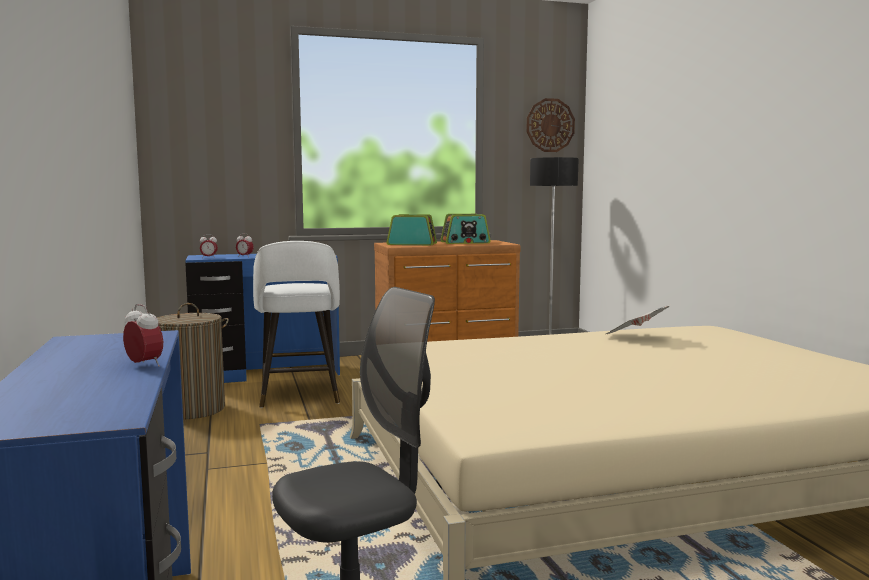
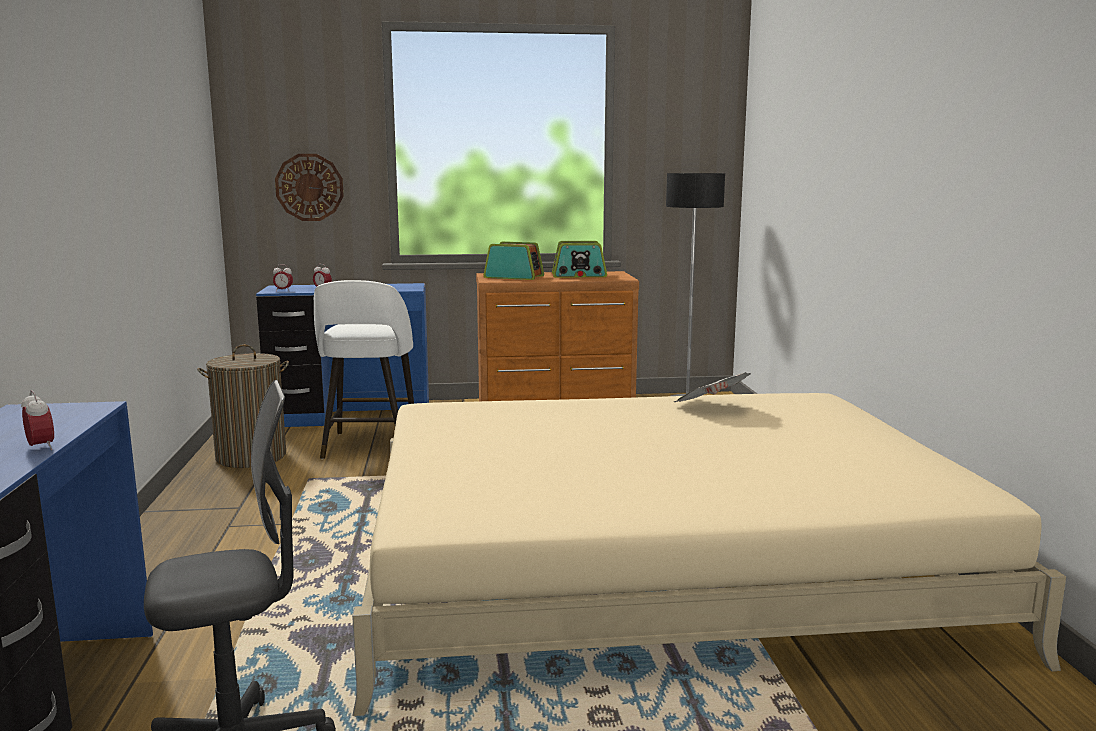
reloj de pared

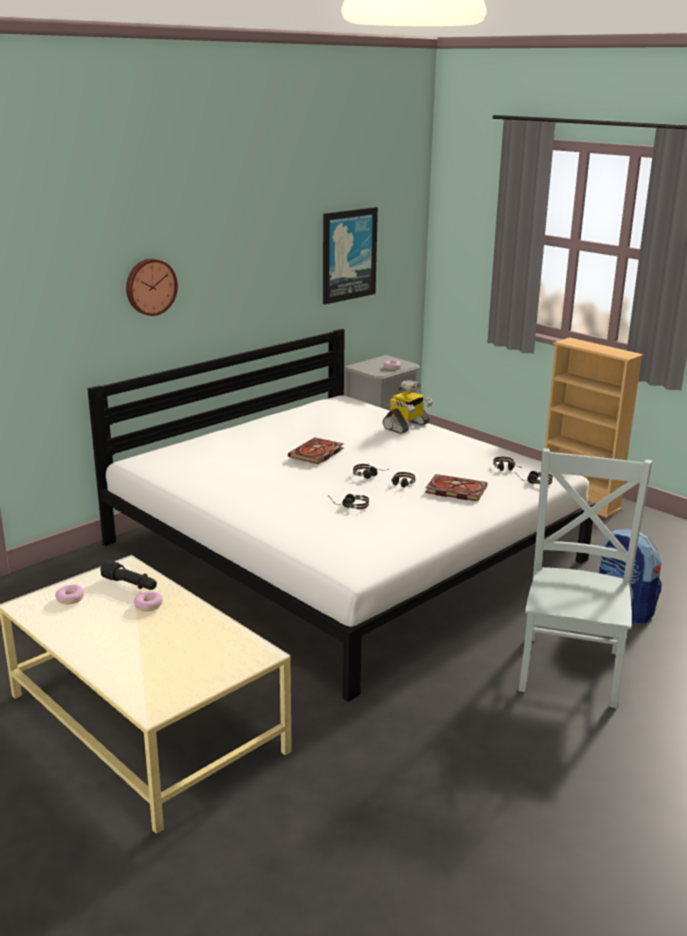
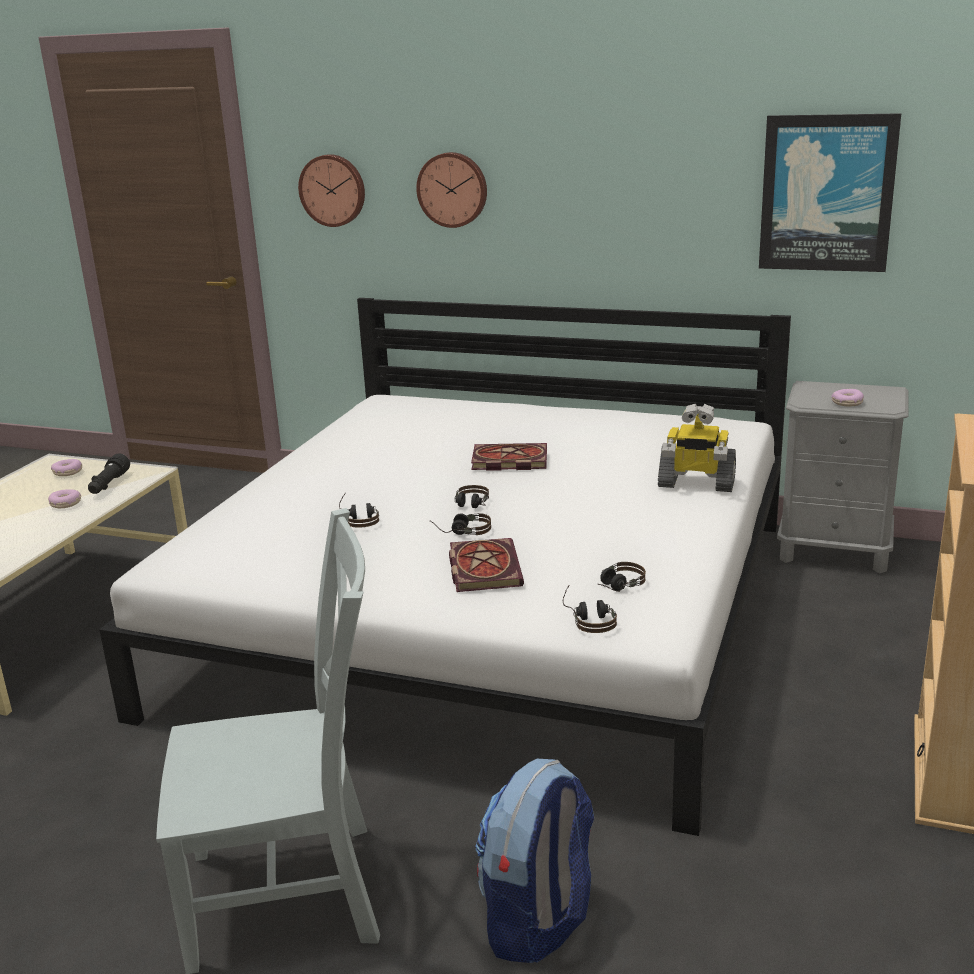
reloj de pared (1st from left)

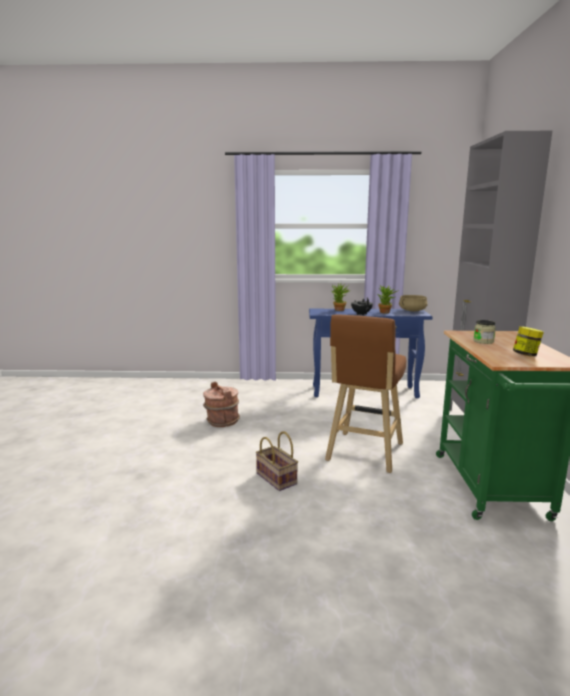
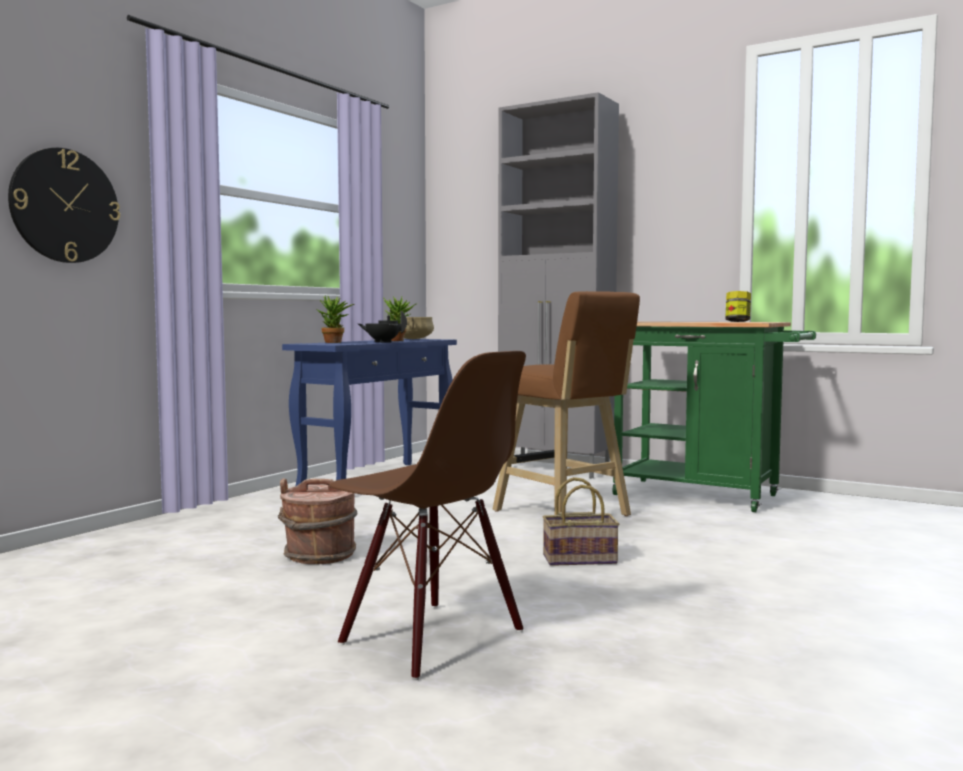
tarro (1st from left in the first image); reloj de pared; silla [marrón]

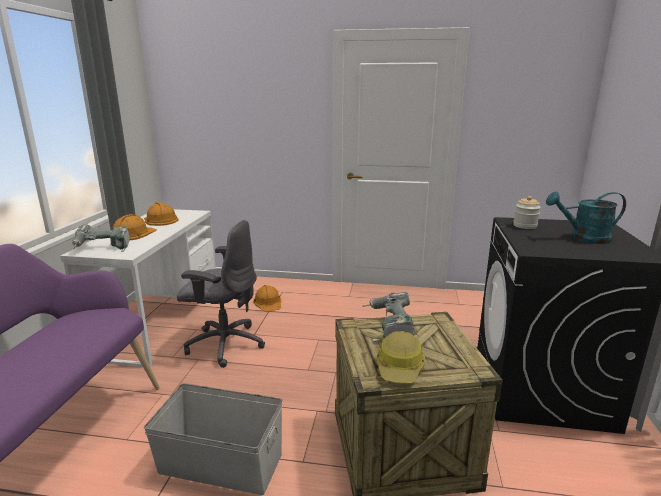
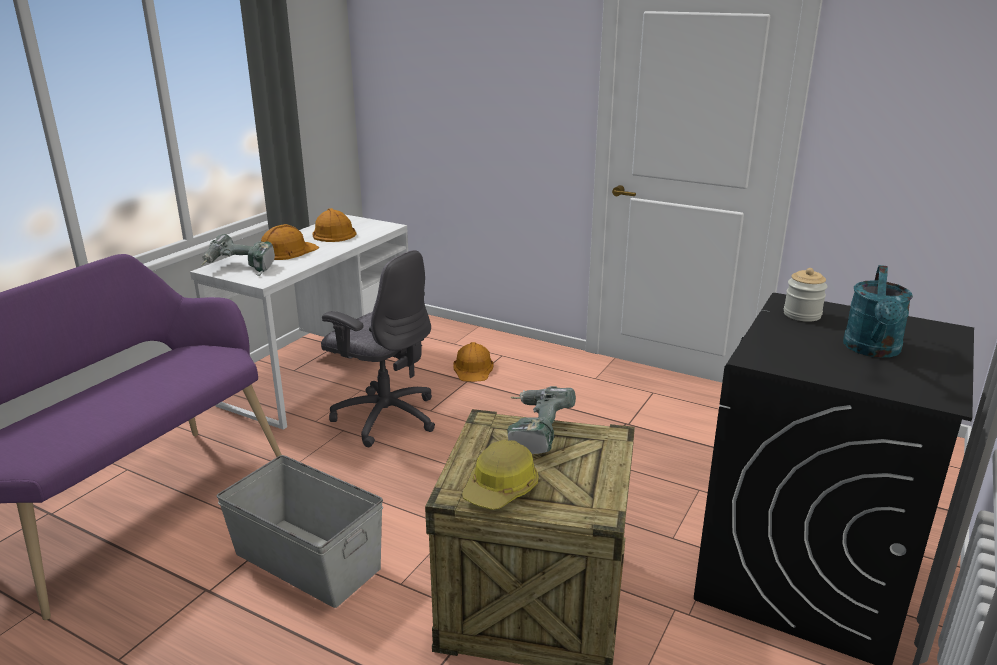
regadera [turquesa]

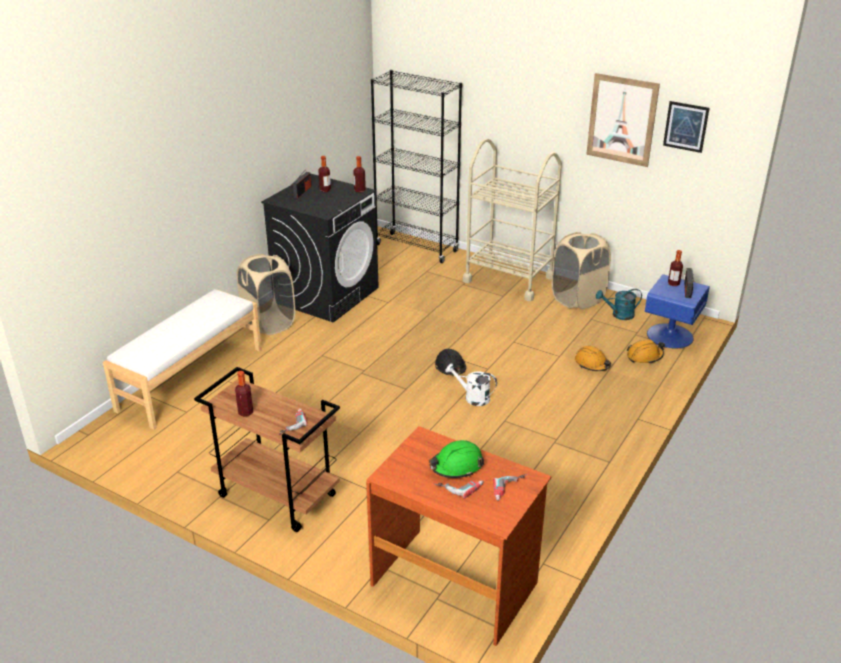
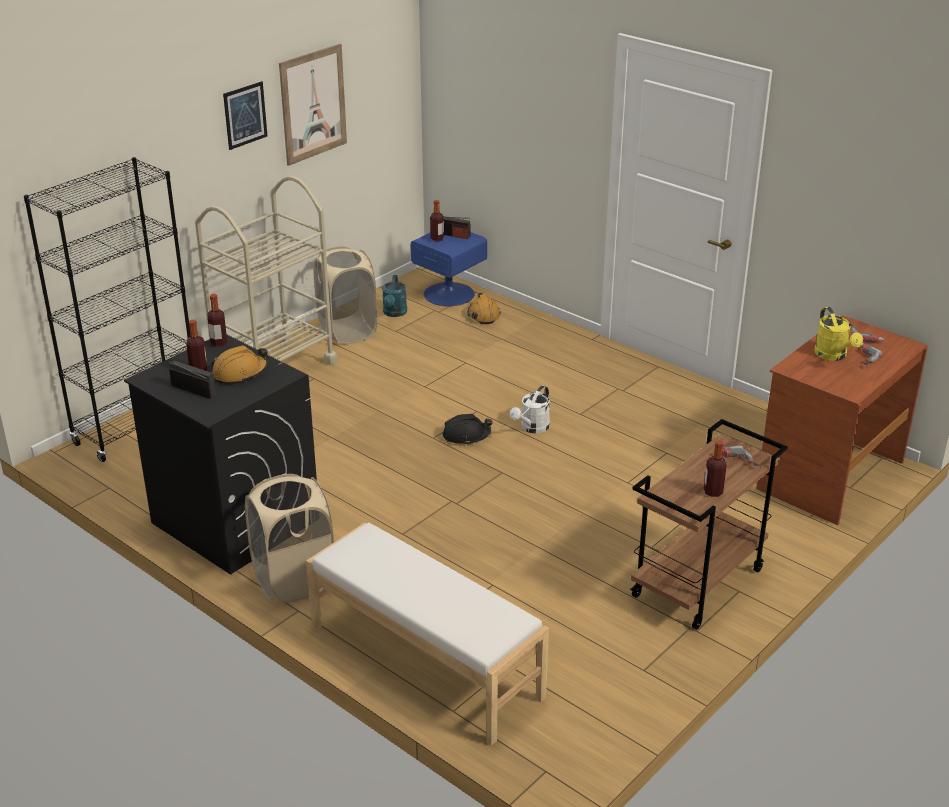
cuadro (1st from left); casco [naranja] (1st from left); regadera [amarillo]

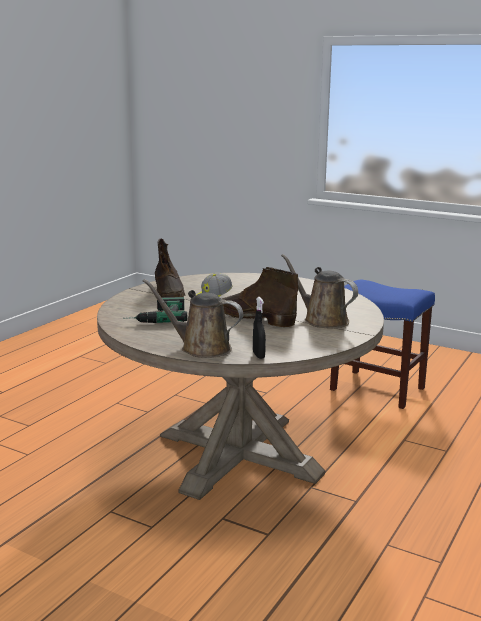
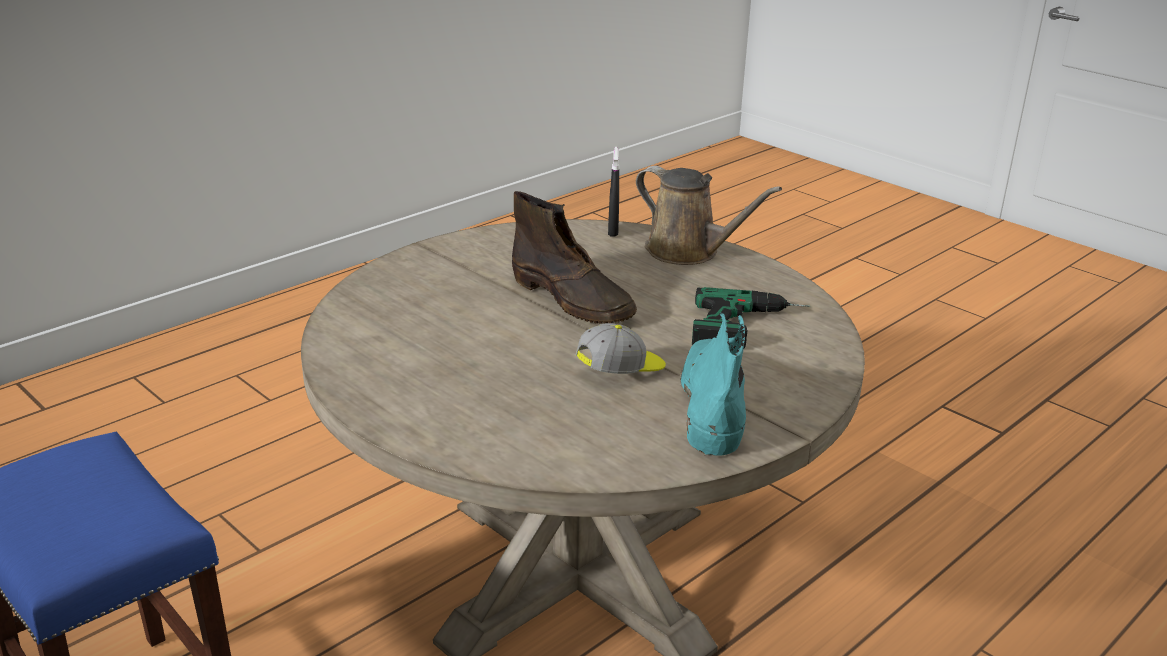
bota [turquesa]; regadera [marrón] (2nd from left in the first image)

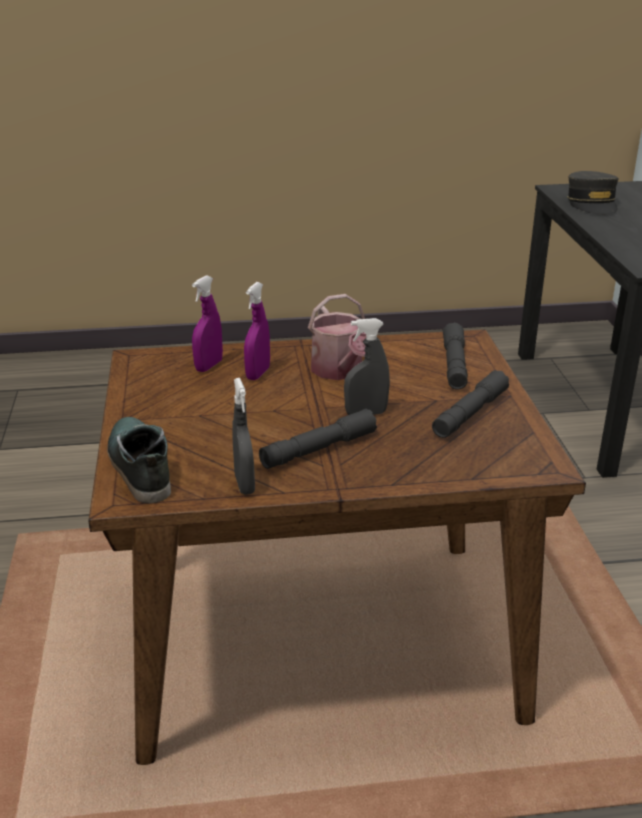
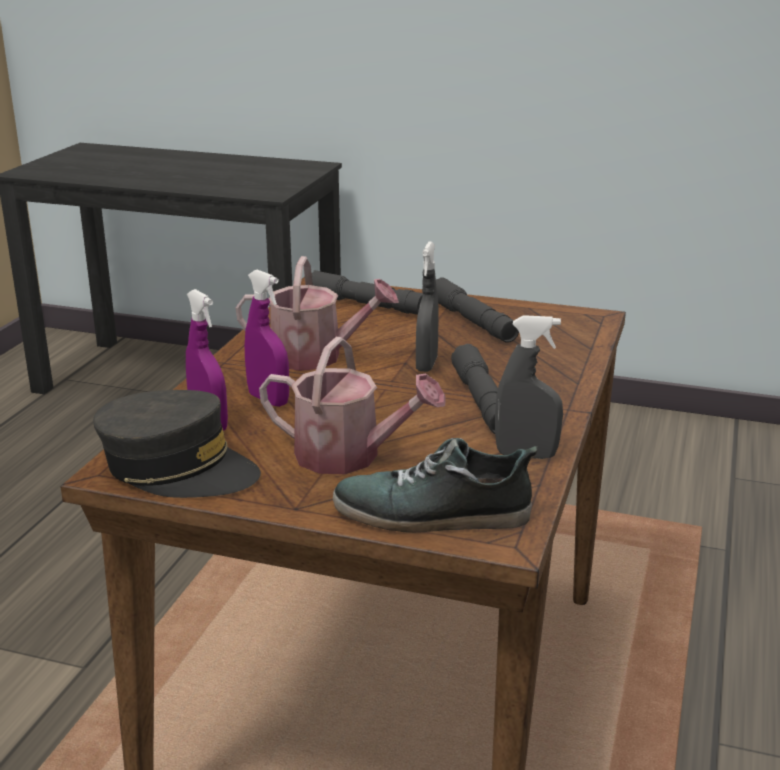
gorra [gris]; regadera (2nd from left)

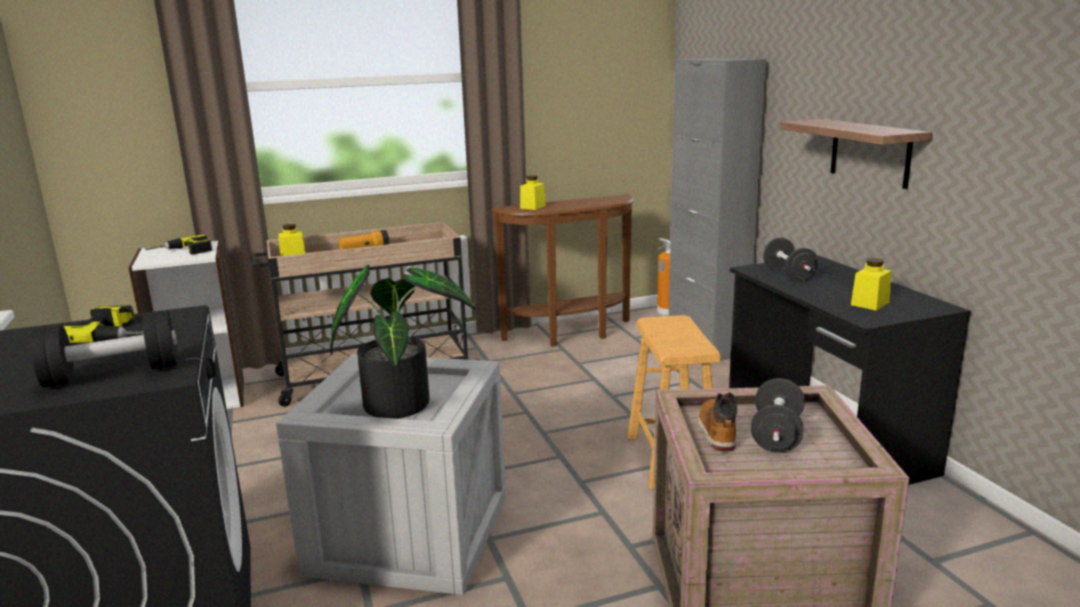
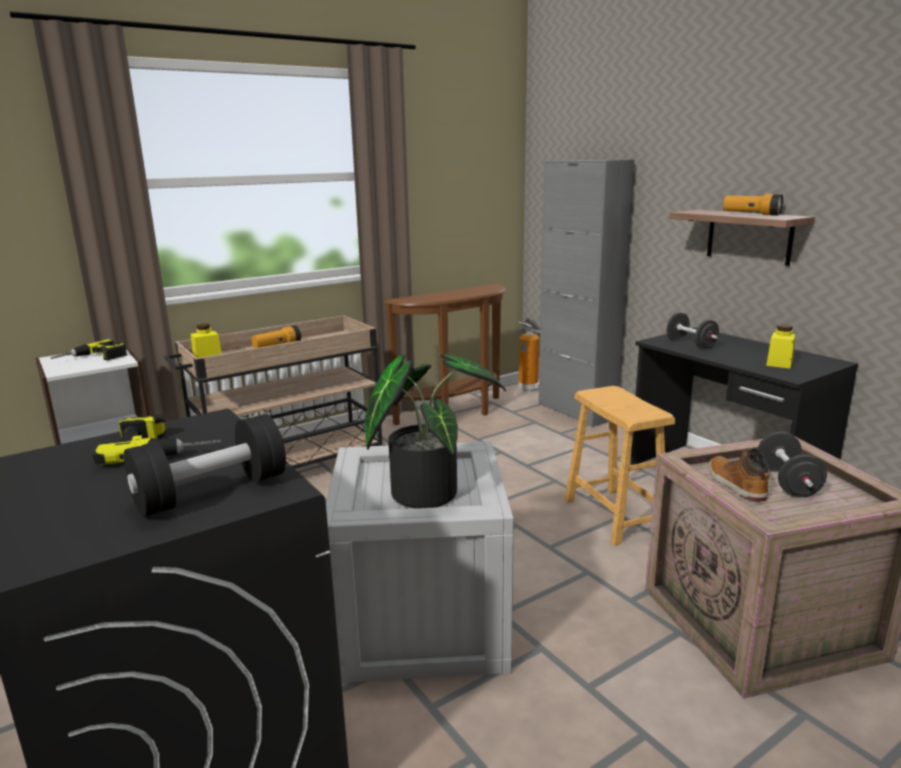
tarro [amarillo] (2nd from left in the first image); linterna (2nd from left)

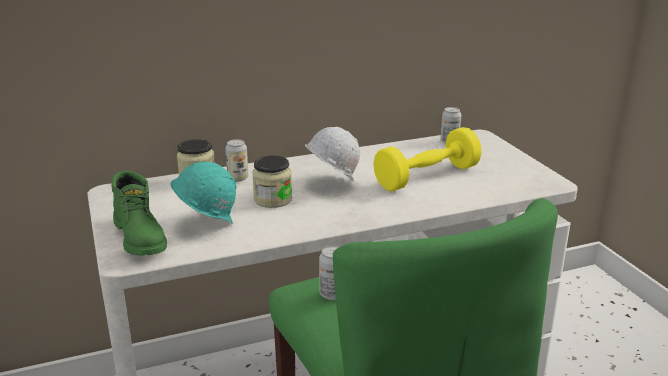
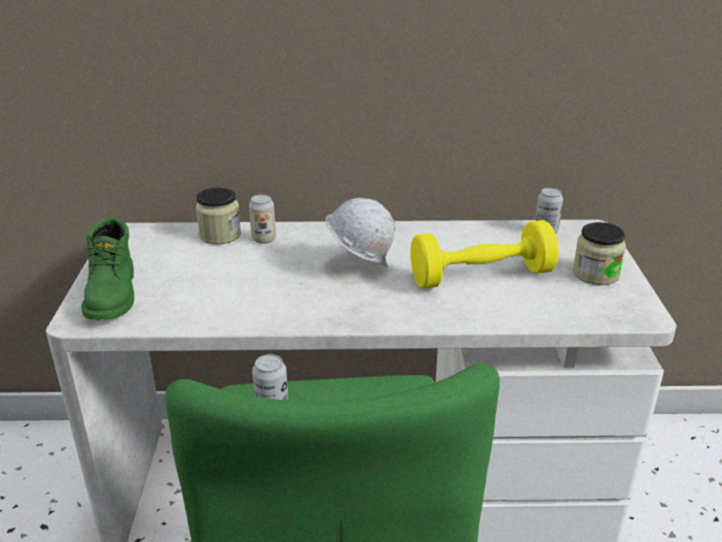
tarro (2nd from left); casco [turquesa]

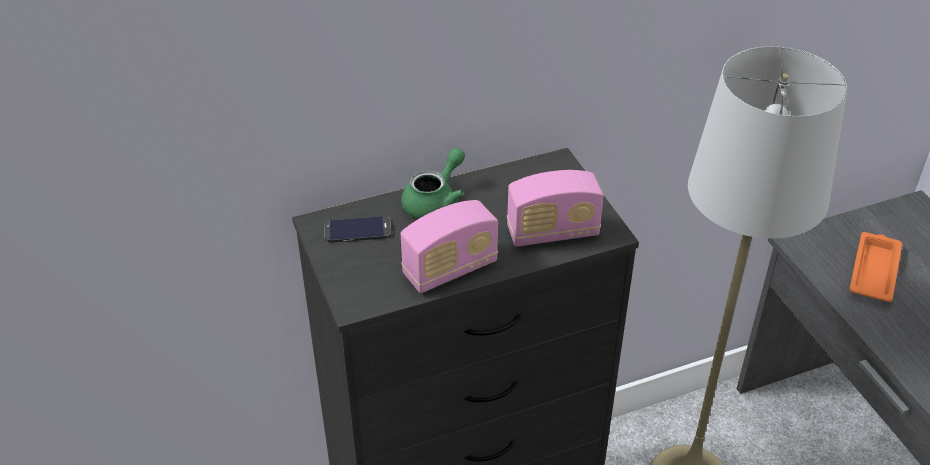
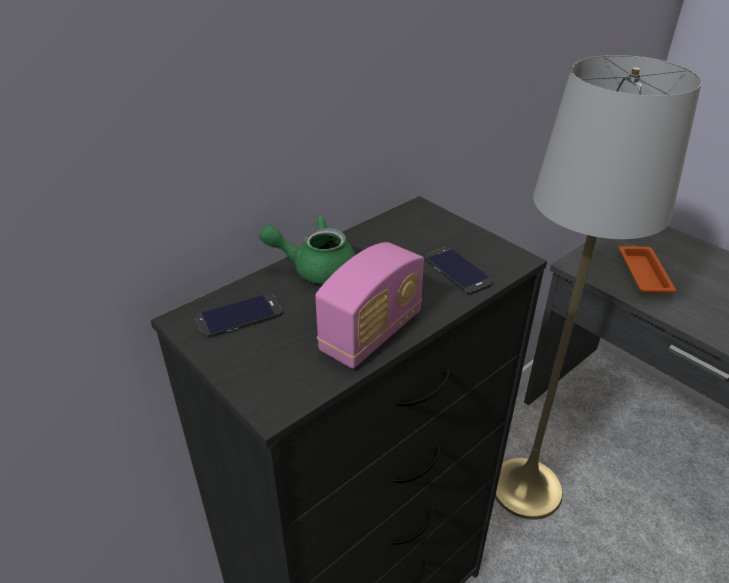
tetera [verde]; móvil (2nd from left)

